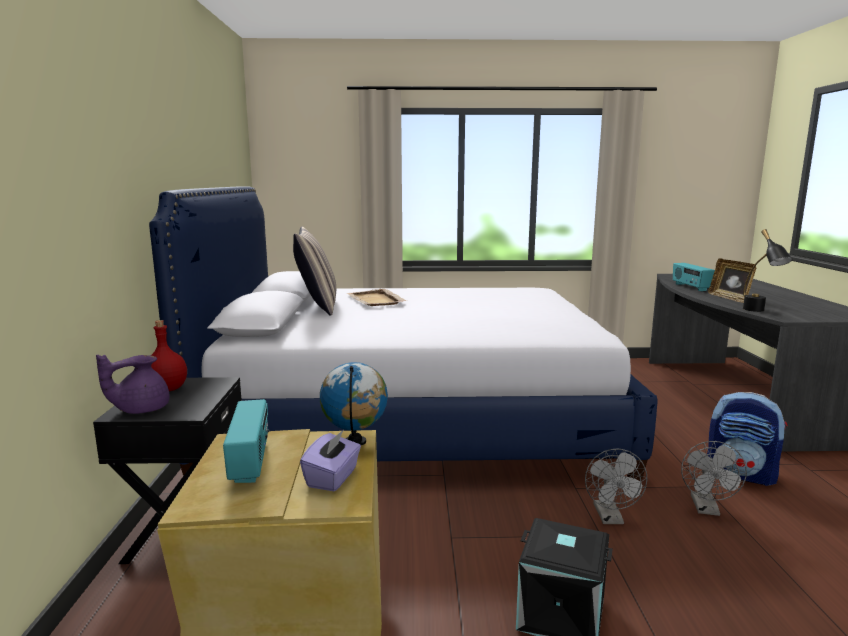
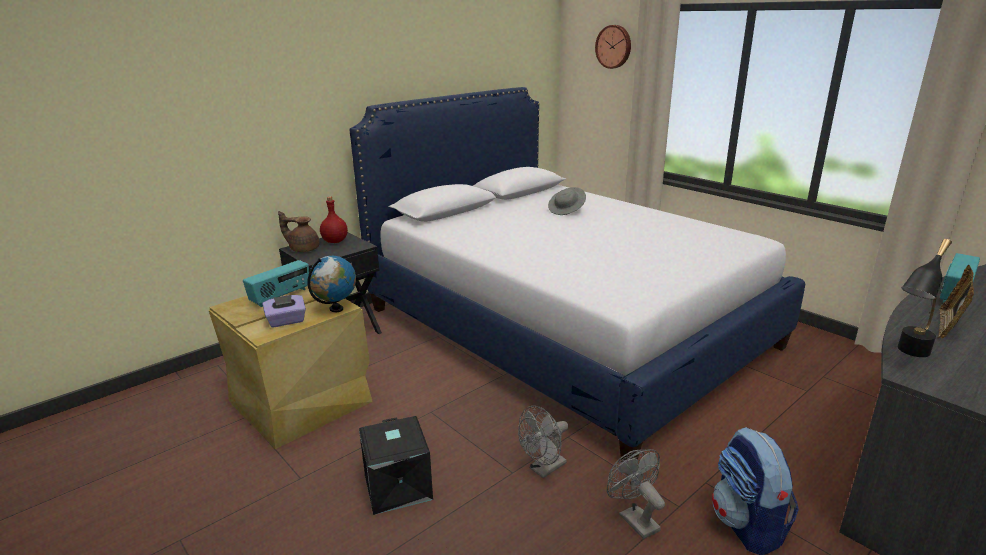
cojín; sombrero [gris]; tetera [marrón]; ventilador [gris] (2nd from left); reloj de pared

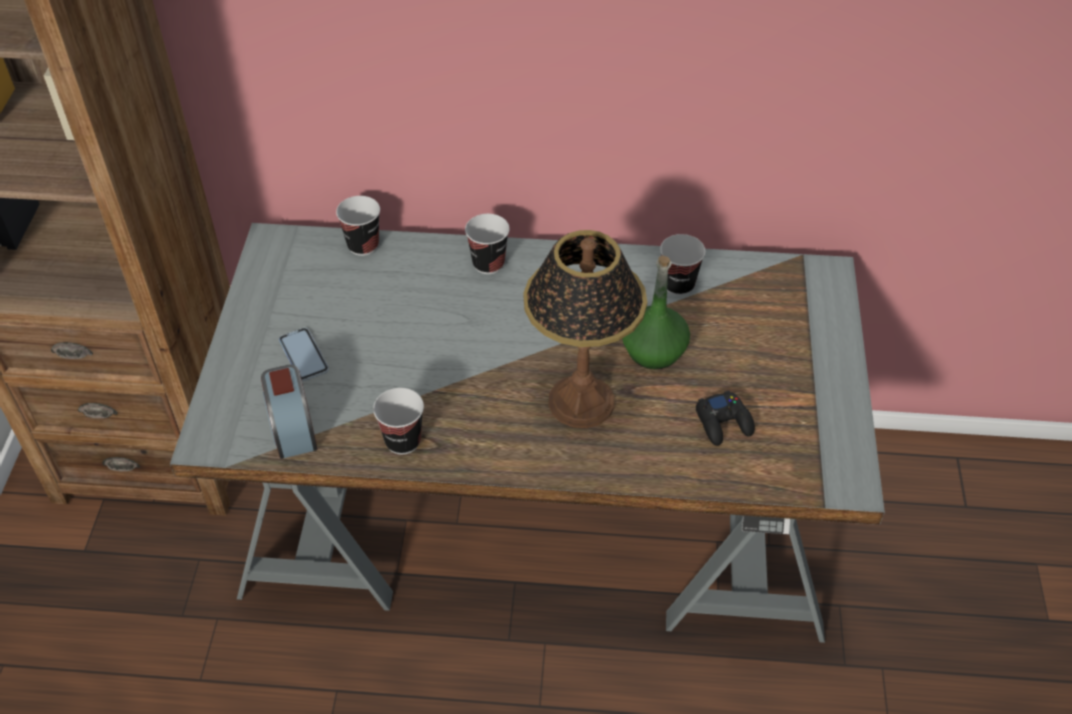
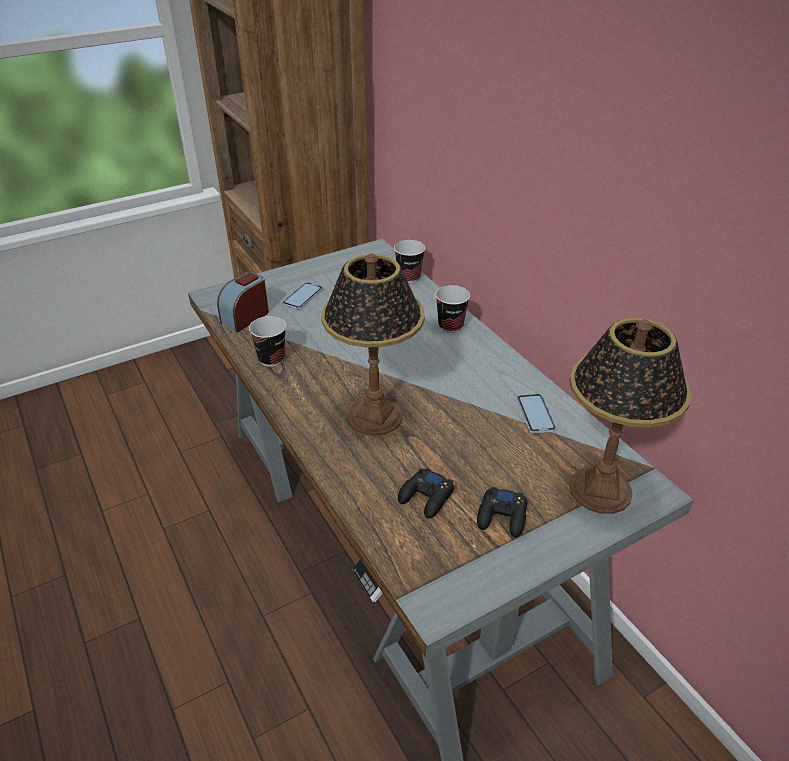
móvil (2nd from left); botella [verde]; lámpara de mesa (2nd from left); mando de consola [negro] (2nd from left)

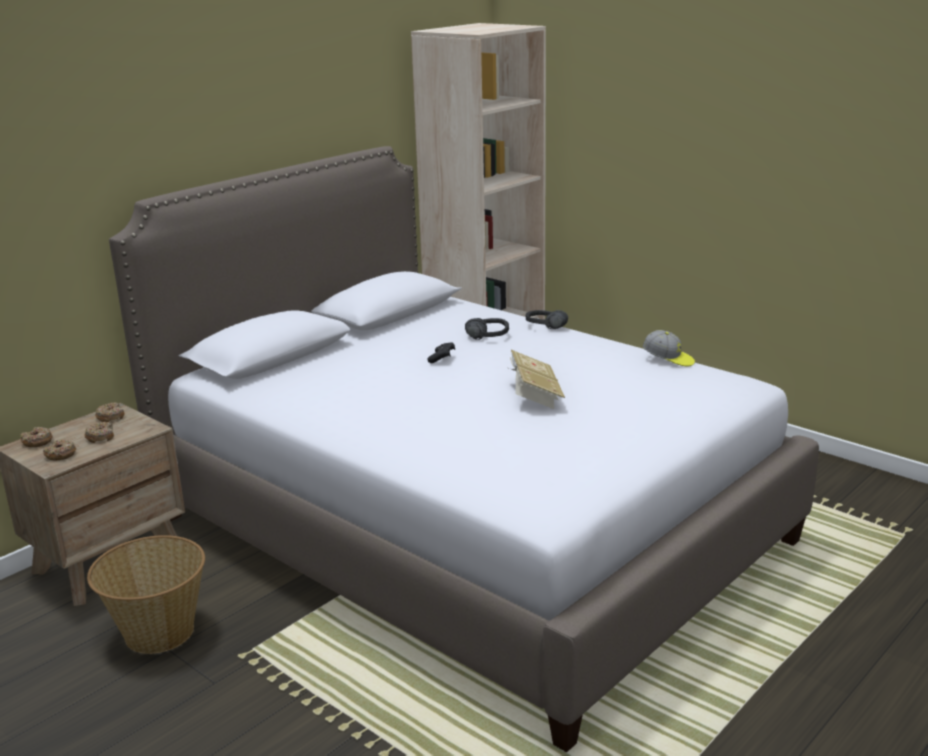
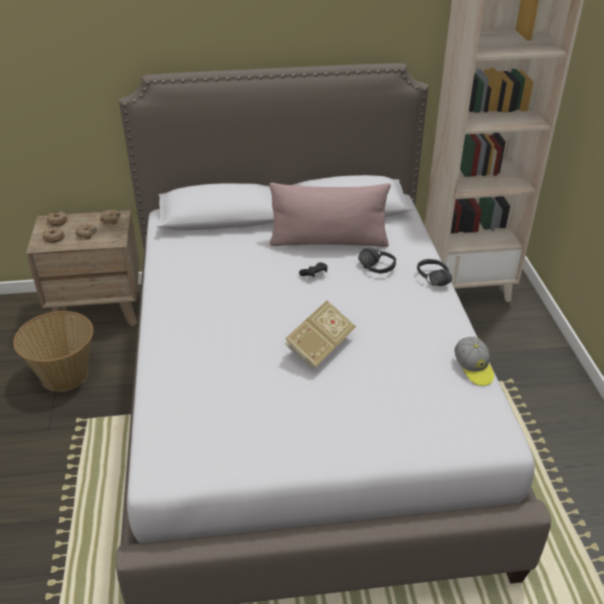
cojín [rosa]

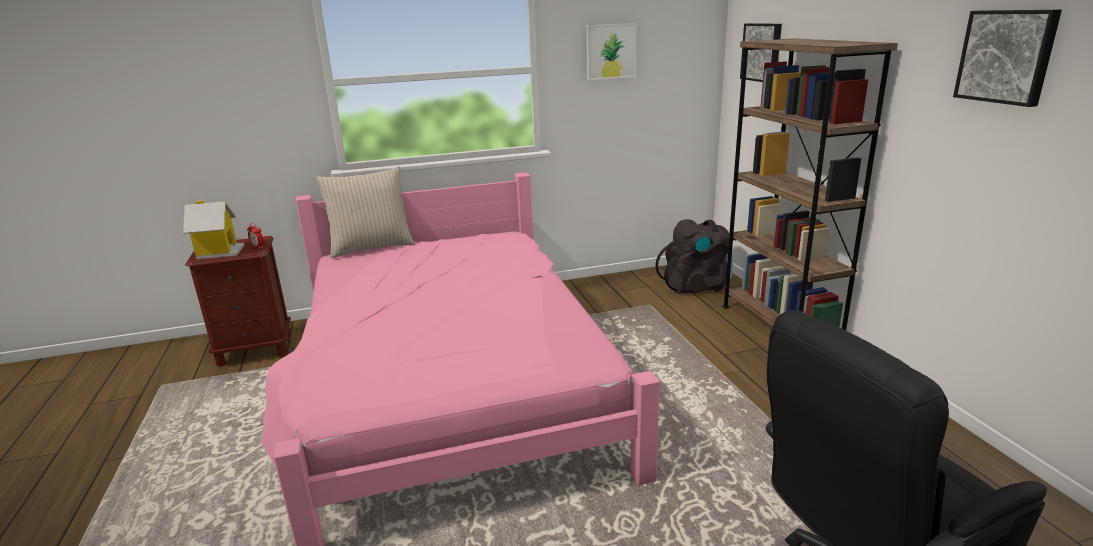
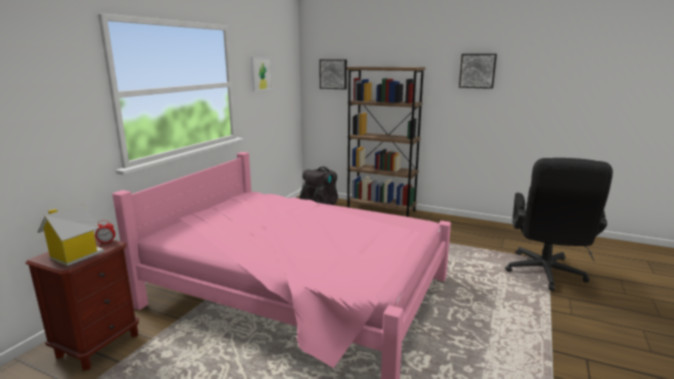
cojín [beis]

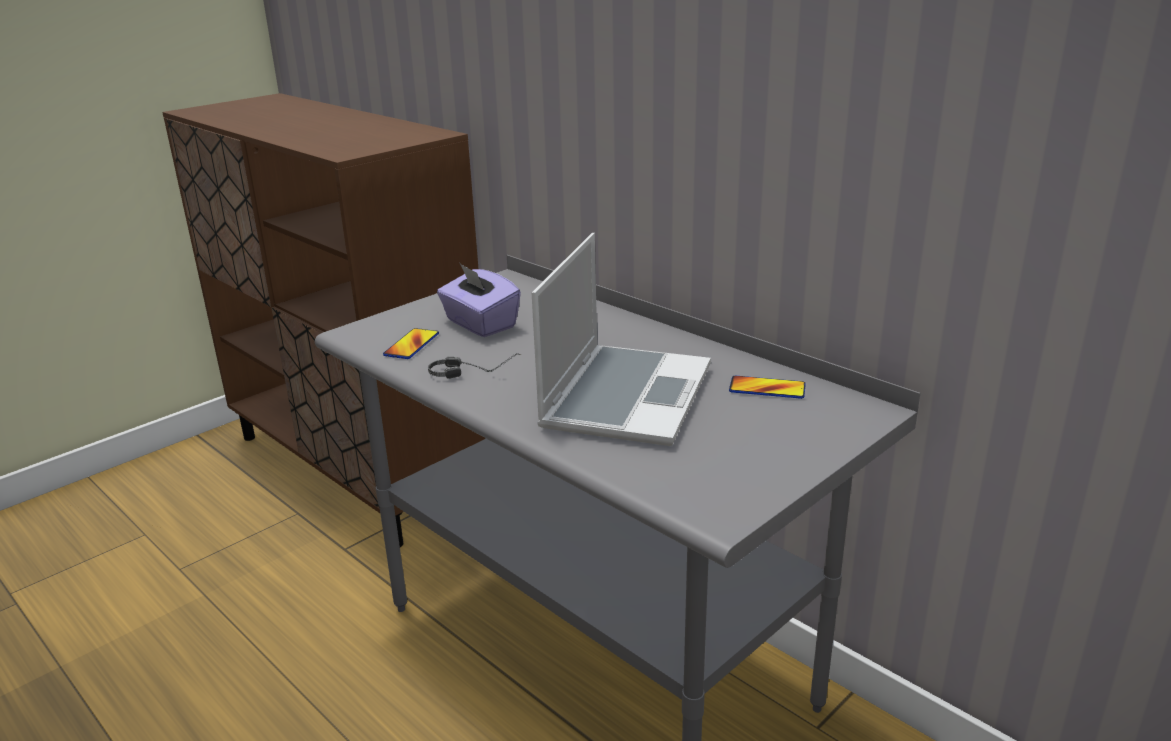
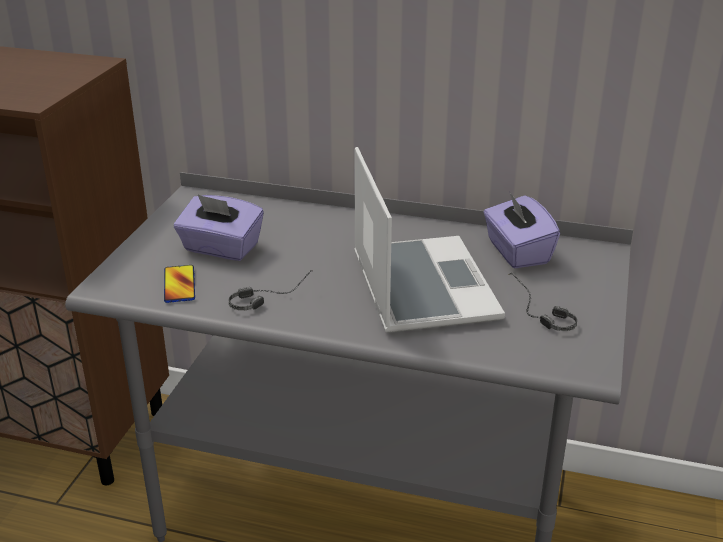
caja de pañuelos [morado] (2nd from left); auriculares (2nd from left)

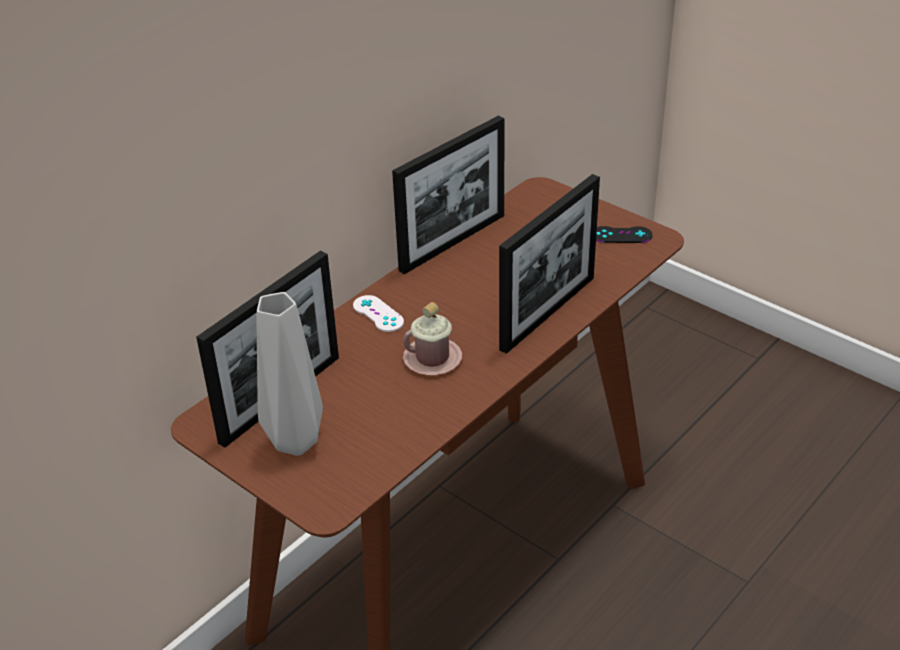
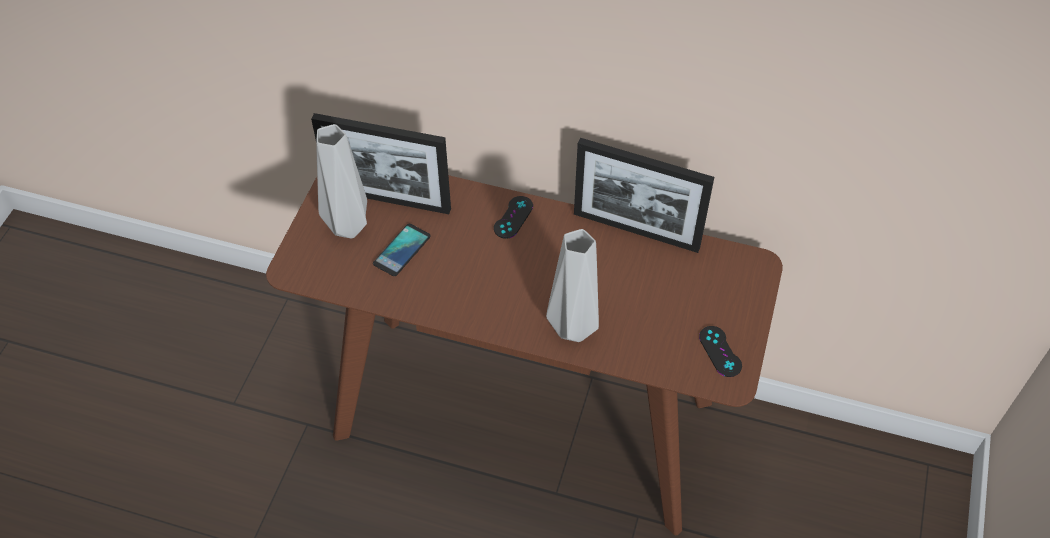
florero [gris] (2nd from left); mando de consola [negro] (1st from left); taza grande [rosa]; móvil

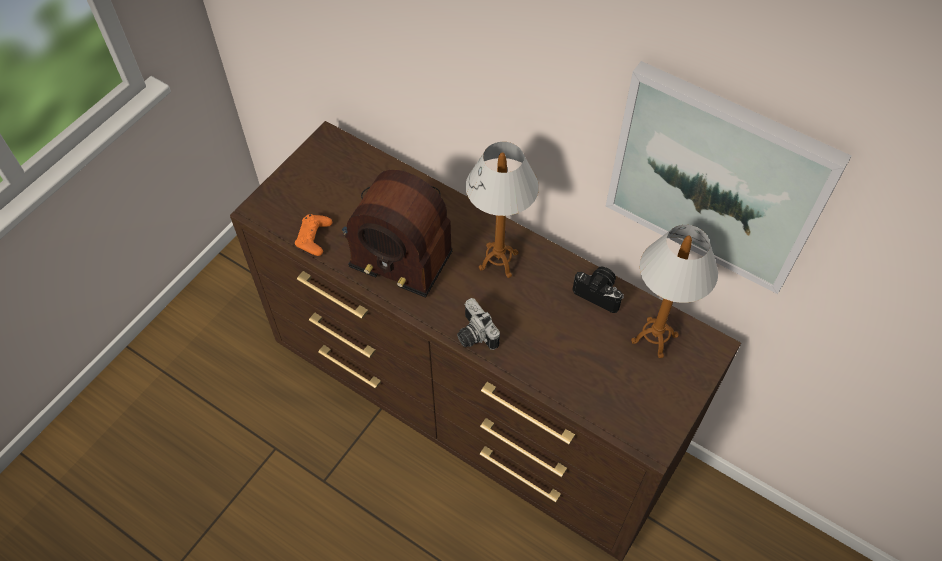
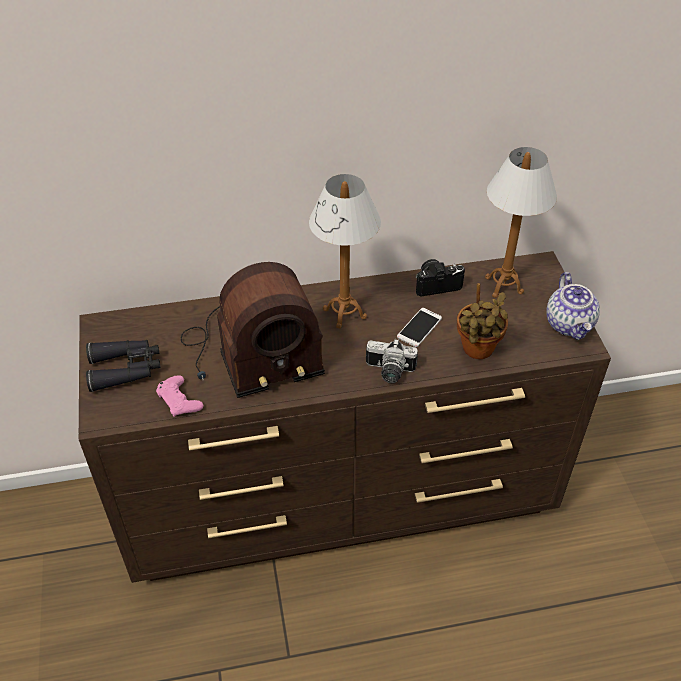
cuadro; mando de consola [rosa]; tetera; planta en maceta; móvil; prismáticos [negro]

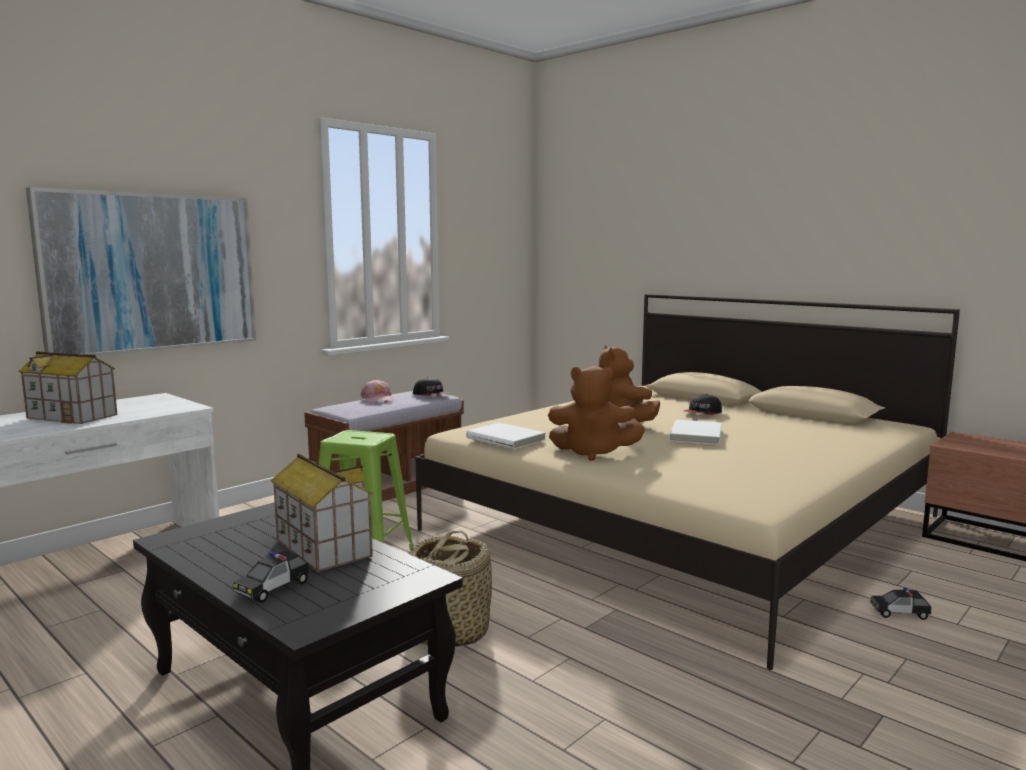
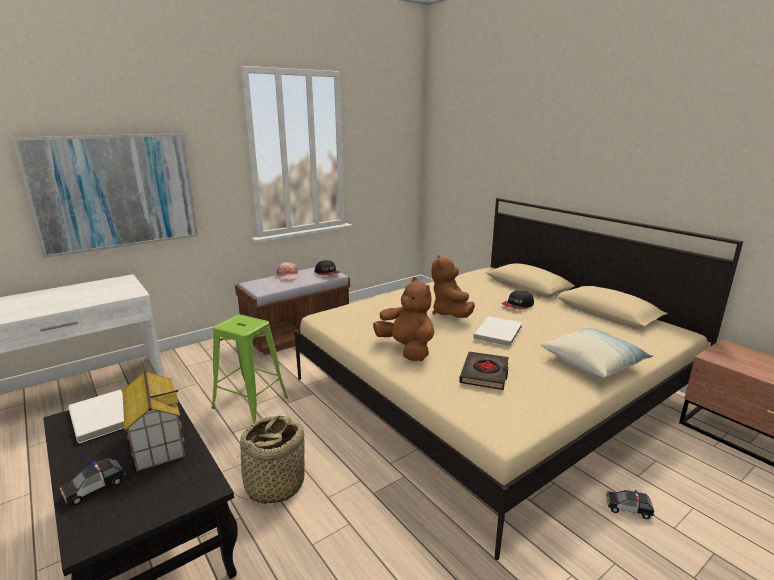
casita (1st from left in the first image); peluche [marrón] (1st from left); libro [blanco] (1st from left); cojín; libro [negro]

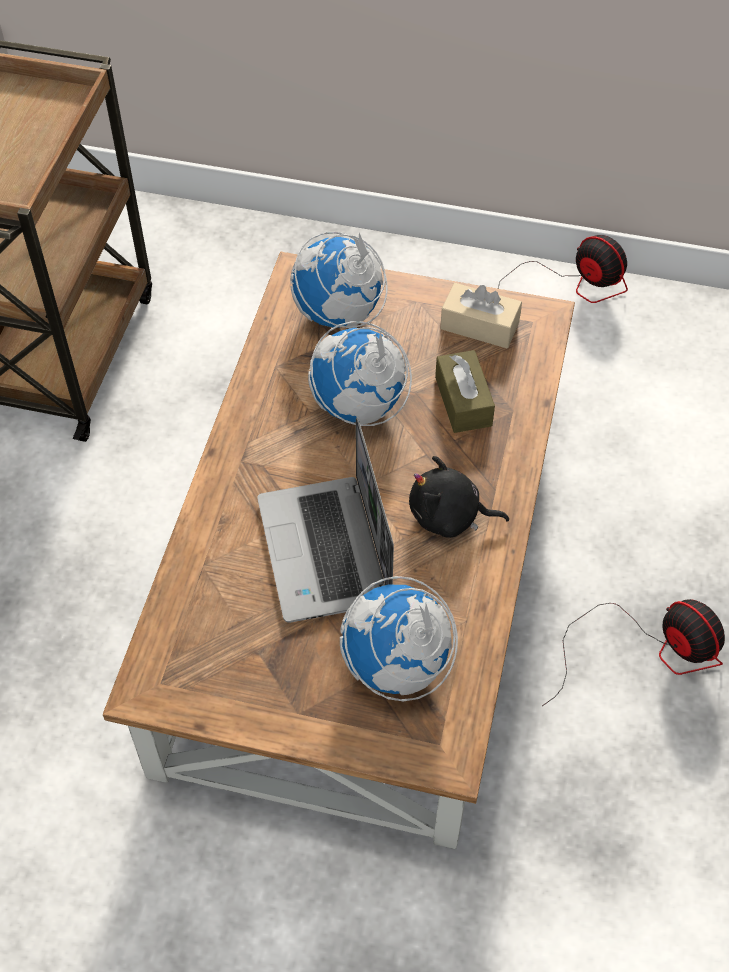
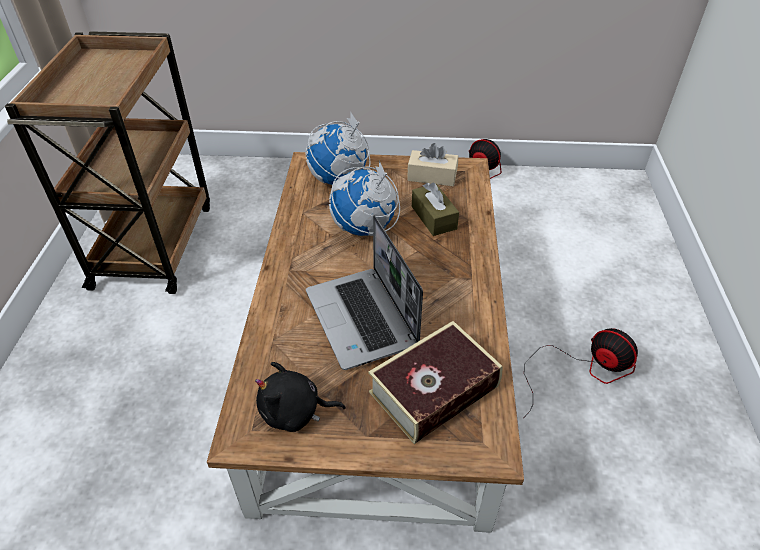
peluche [negro]; libro

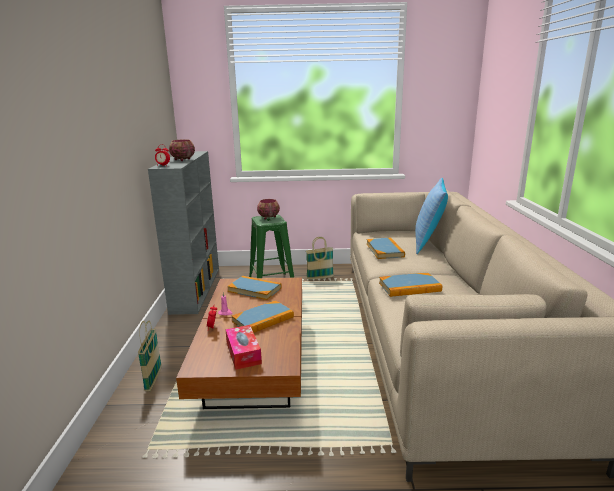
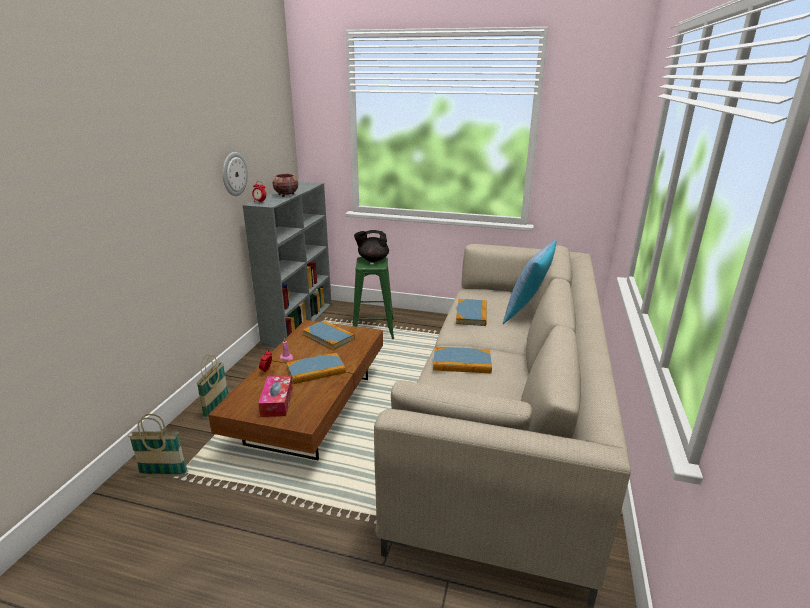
tetera [negro]; cesta (1st from left); reloj de pared

